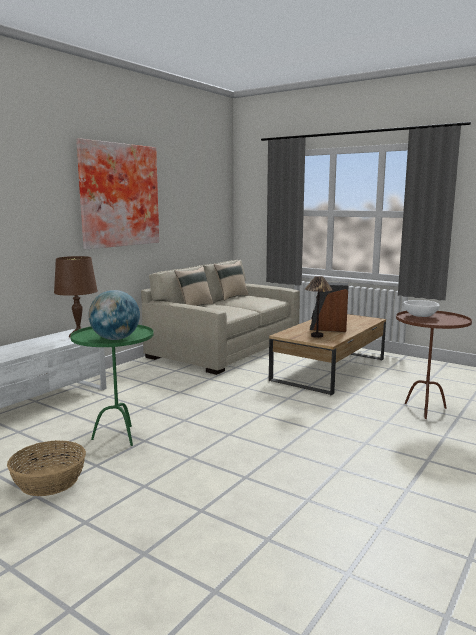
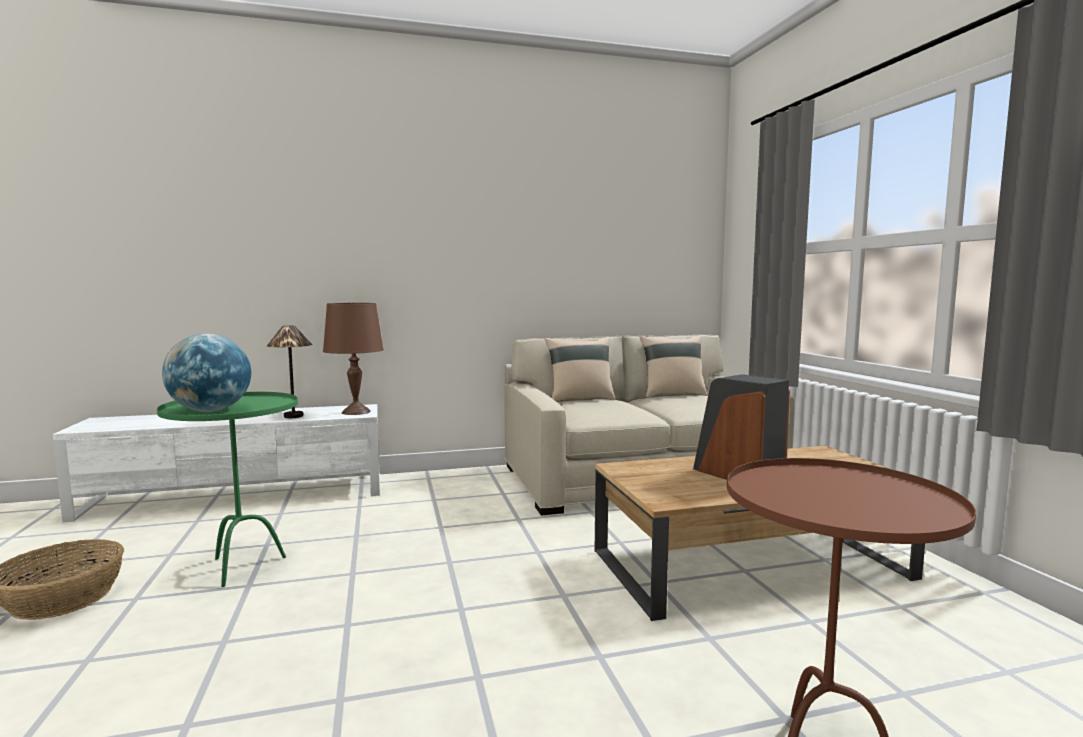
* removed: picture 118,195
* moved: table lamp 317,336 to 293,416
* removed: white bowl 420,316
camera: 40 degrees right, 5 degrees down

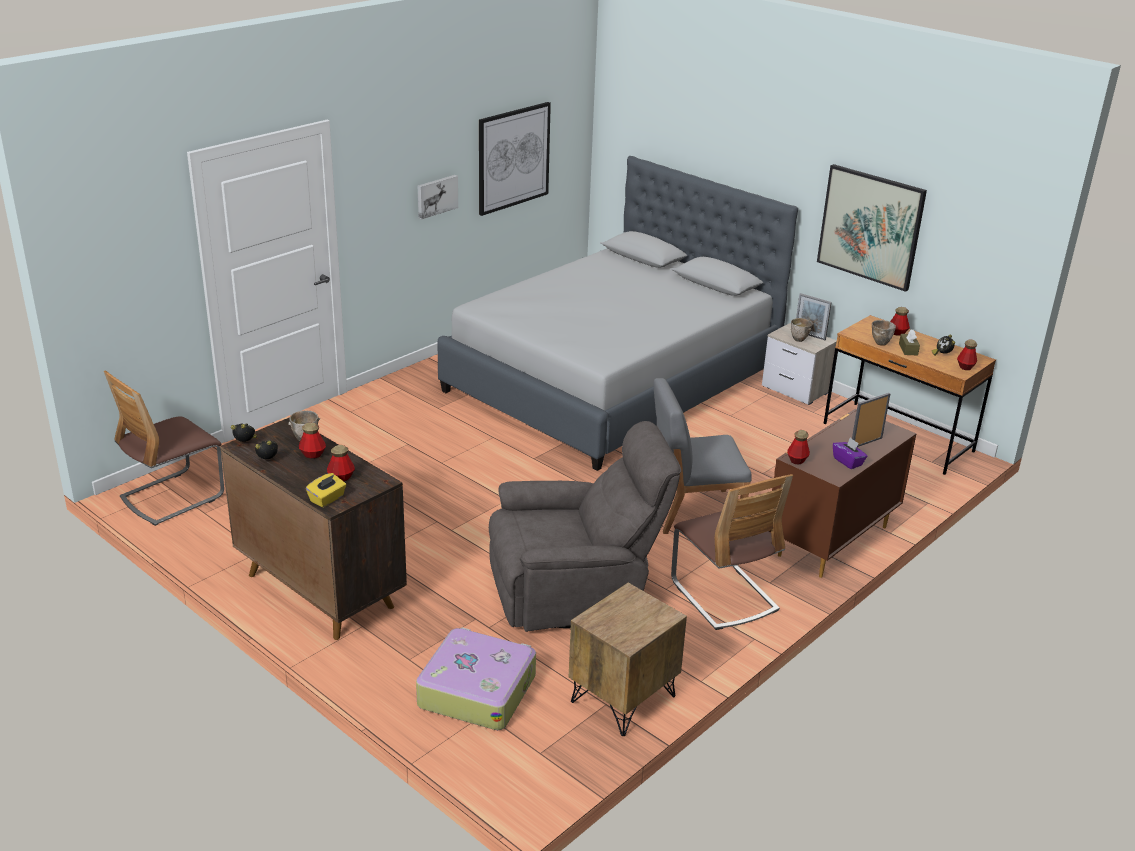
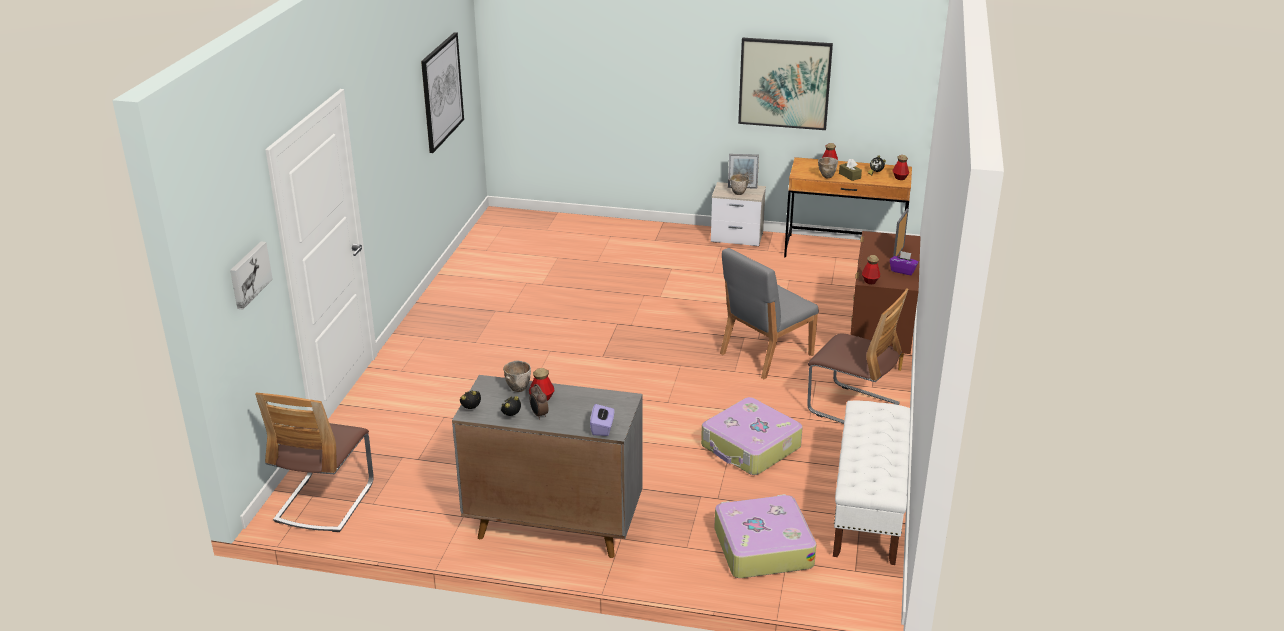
* removed: grey bed 612,381
* moved: picture 436,196 to 249,274
* recoloured: brown cabinet 319,590 to grey cabinet 552,525
* replaced: grey armchair 575,593 to suitcase 750,447
* removed: bottle 341,478
* recoloured: yellow tissue box 327,499 to purple tissue box 602,428
* replaced: brown nightstand 623,699 to white bench 868,509
* added: alarm clock 539,415
camera: 30 degrees left, 0 degrees up

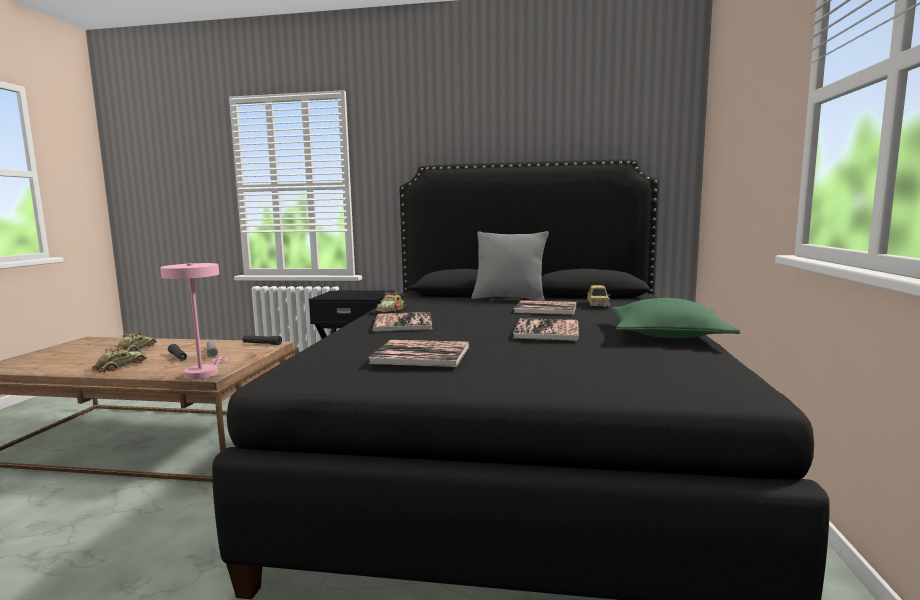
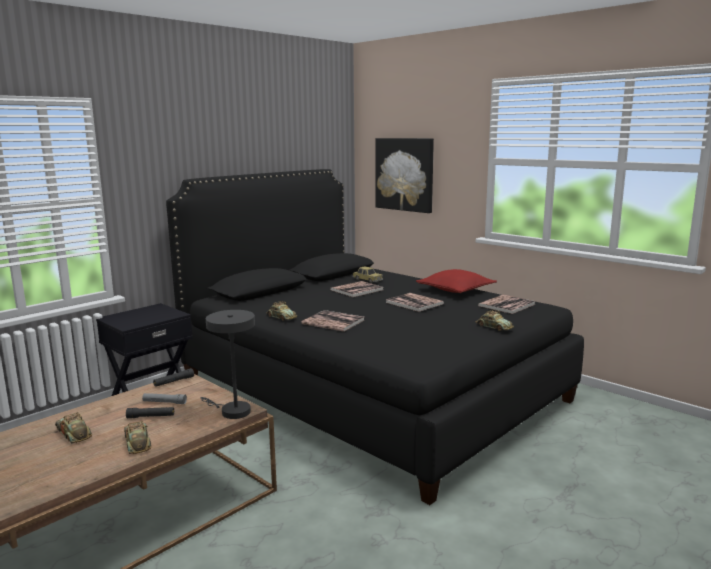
* removed: grey pillow 509,299
* recoloured: pink table lamp 203,373 to grey table lamp 231,411
* recoloured: green pillow 668,335 to red pillow 456,290
* moved: book 421,355 to 506,305
* added: picture 404,174
* added: toy car 493,327
camera: 55 degrees left, 5 degrees up

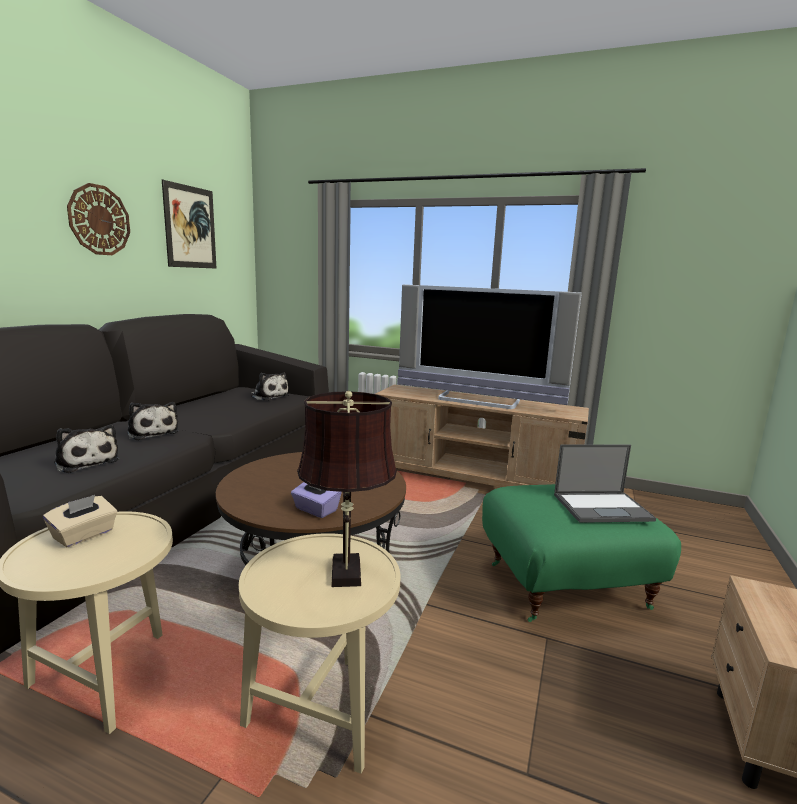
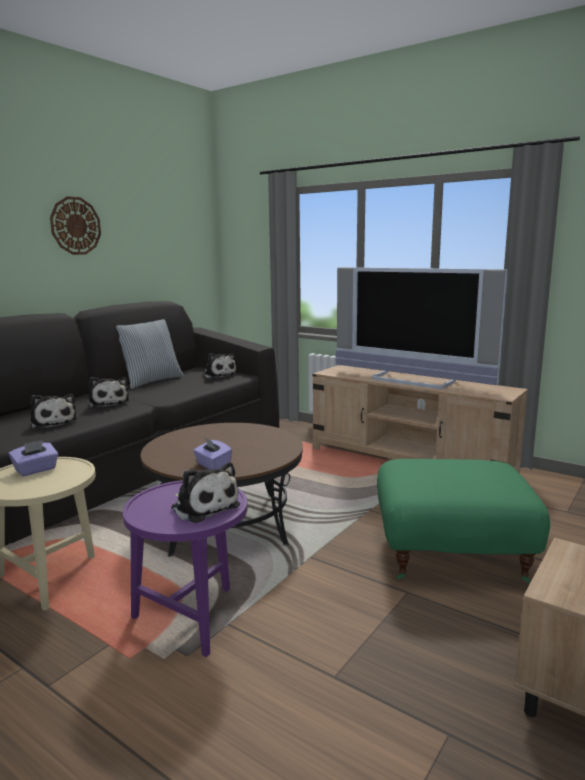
* removed: picture 190,227
* replaced: brown table lamp 346,575 to plush toy 203,506
* removed: laptop 603,507
* recoloured: beige tissue box 84,535 to purple tissue box 36,470
* recoloured: beige side table 321,710 to purple side table 193,616
* added: pillow 151,381
camera: 15 degrees right, 0 degrees up

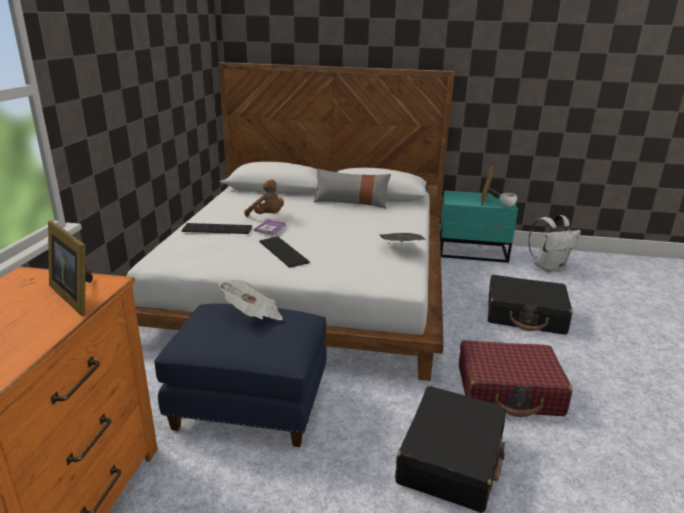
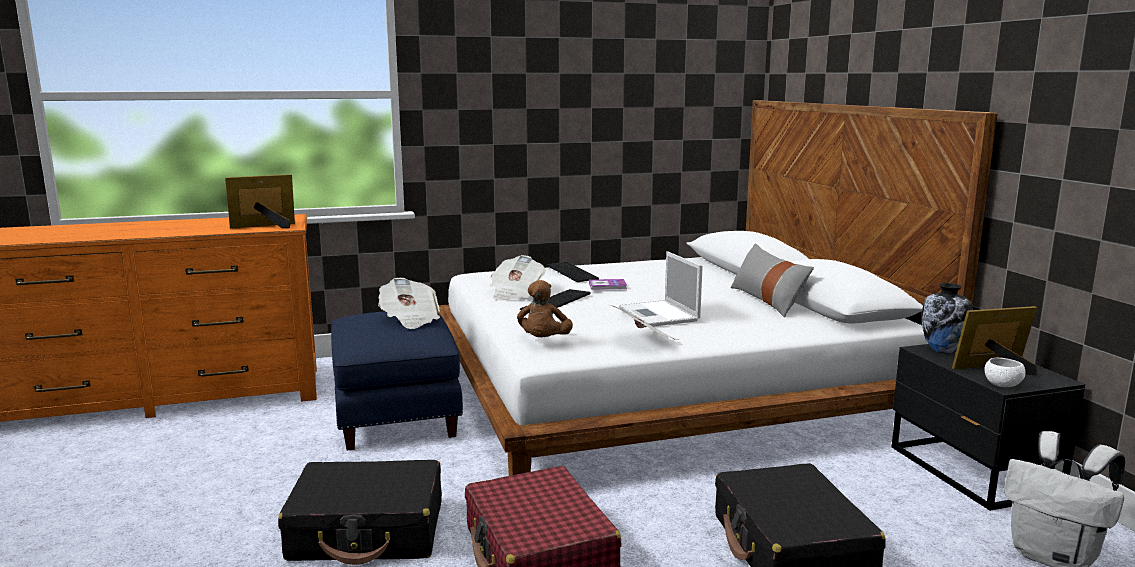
* moved: brown plush toy 267,216 to 544,342
* recoloured: turquoise nightstand 473,252 to black nightstand 972,472
* turned: picture frame 76,295 = 266,227 45 degrees clockwise
* added: laptop 659,315
* added: newspaper 515,293
* added: vase 942,350
camera: 65 degrees right, 10 degrees down

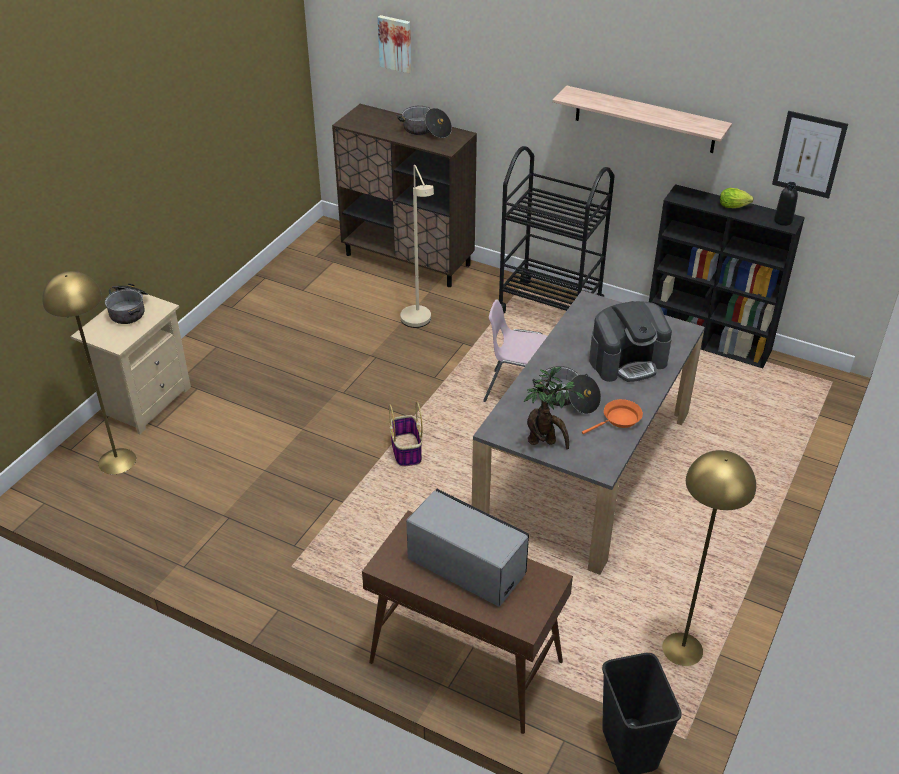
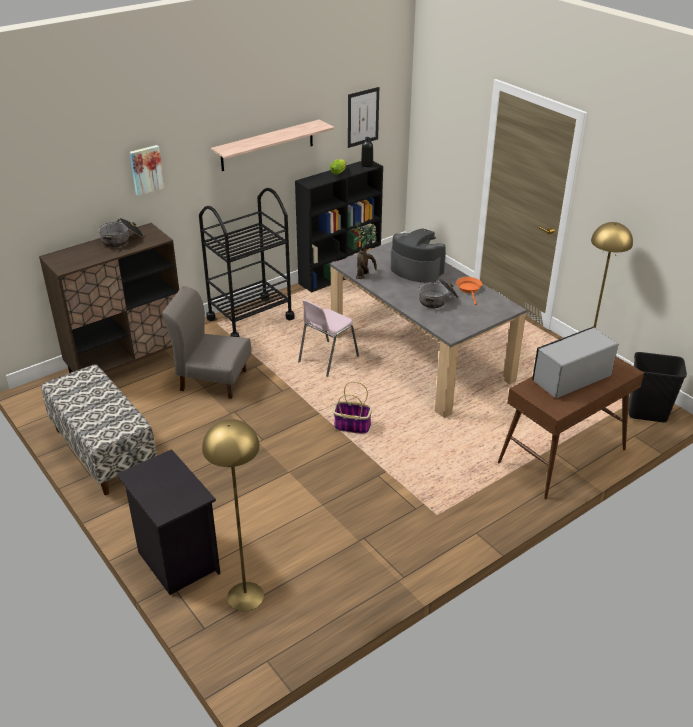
* moved: picture 395,43 to 146,169
* replaced: beige floor lamp 419,323 to grey chair 213,380
* removed: cooking pot 129,310
* recoloured: beige nightstand 145,401 to black nightstand 176,560
* turned: coffee machine 627,361 = 416,270 60 degrees counterclockwise
* moved: potted plant 545,442 to 364,274
* added: bench 103,451
camera: 65 degrees left, 5 degrees down

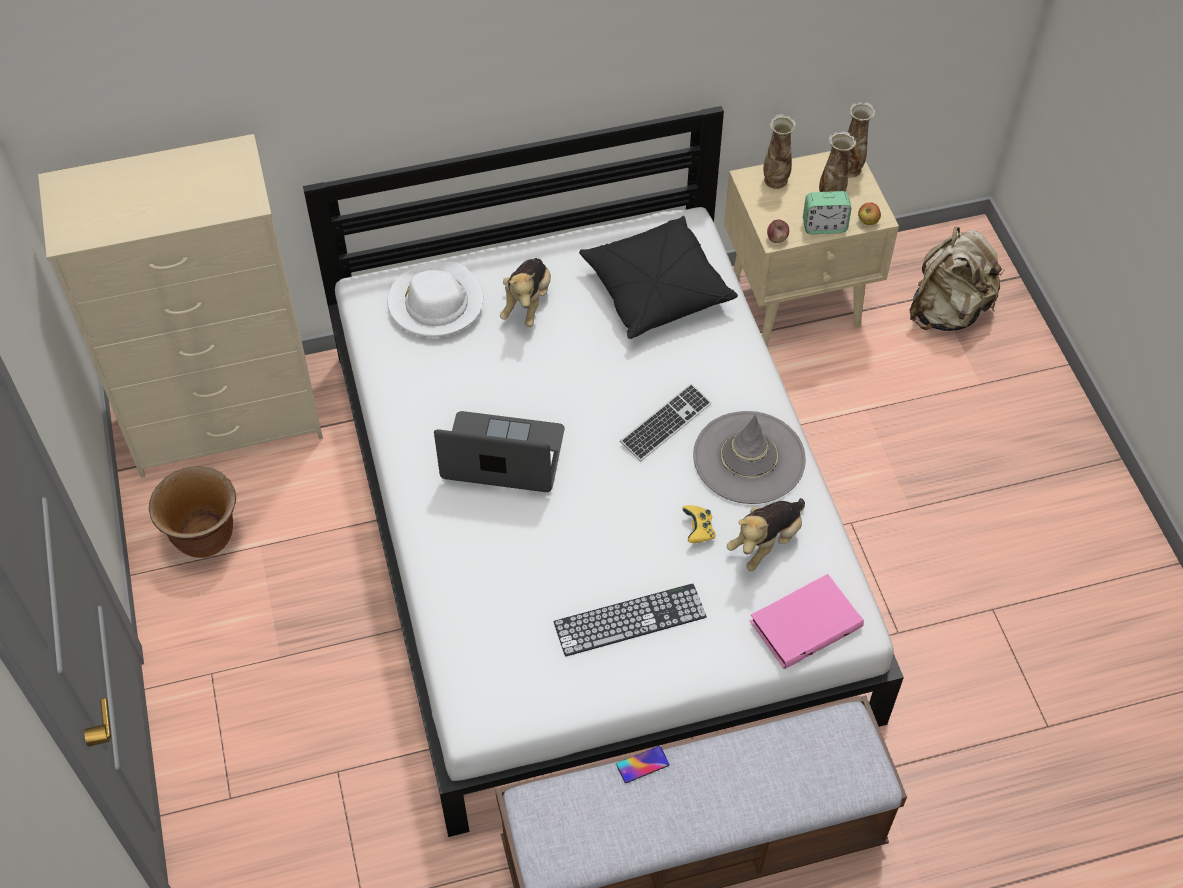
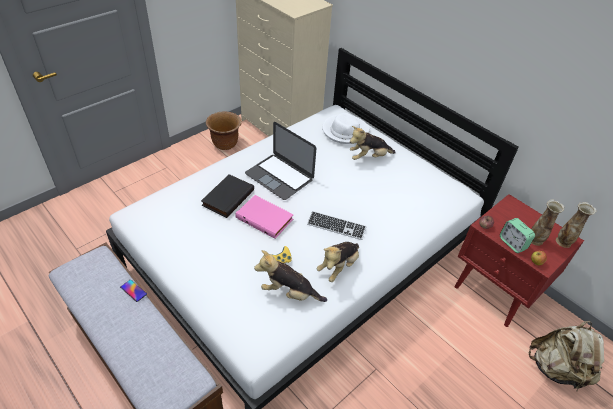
* removed: vase 775,181
* recoloured: beige nightstand 798,301 to red nightstand 496,292
* removed: black pillow 656,290
* turned: laptop 503,454 = 279,176 150 degrees clockwise
* replaced: grey hat 748,458 to plush toy 338,267
* moved: pink book 804,622 to 265,218
* removed: keyboard 630,619
* added: black book 227,197
camera: 60 degrees right, 10 degrees down

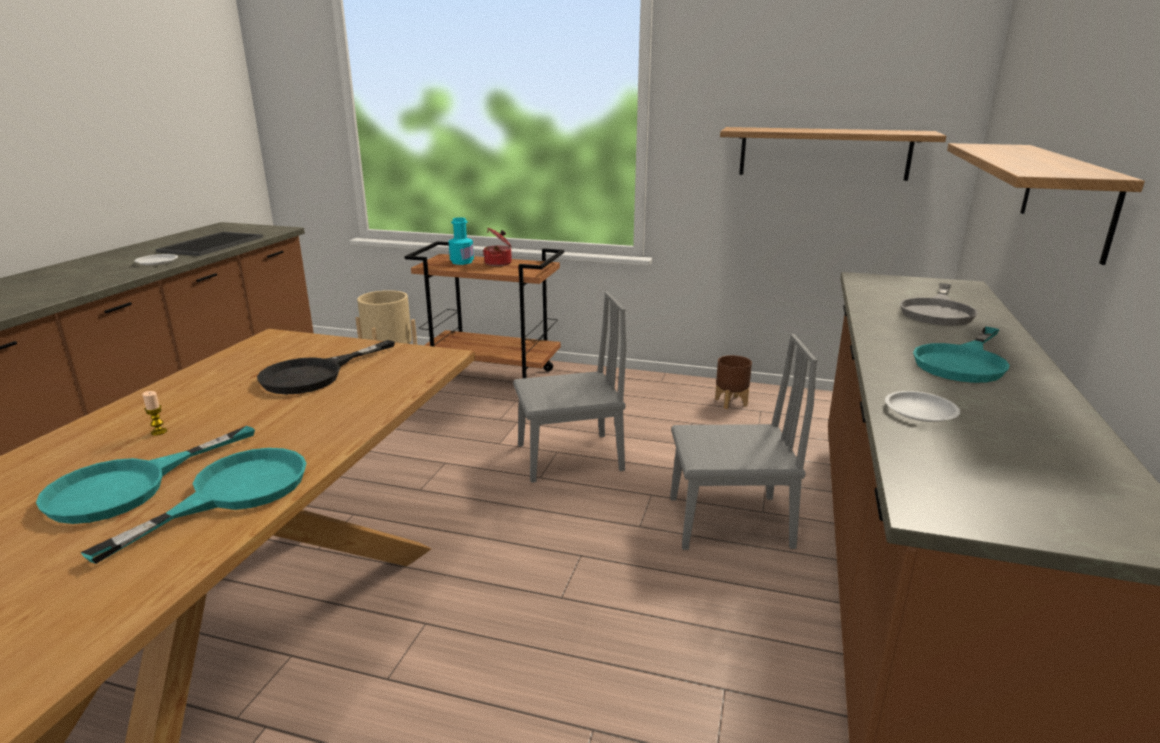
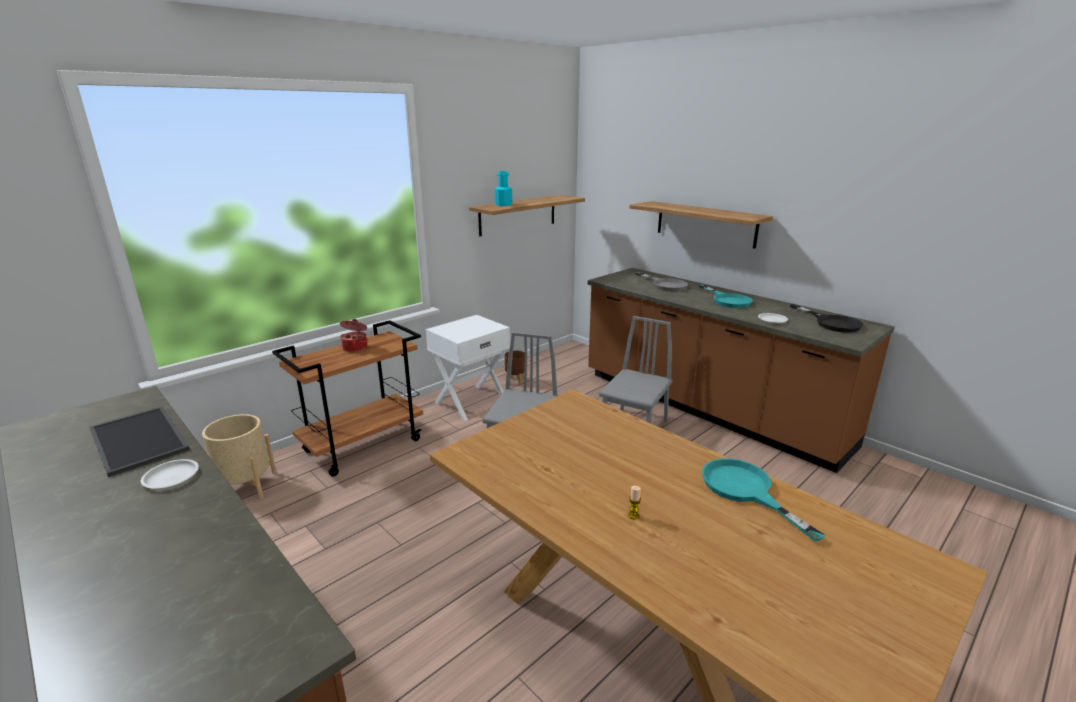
* moved: turquoise bottle 462,262 to 503,205
* moved: black frying pan 314,374 to 831,323
* removed: turquoise frying pan 129,486
* added: white nightstand 470,401
camera: 60 degrees left, 0 degrees up

